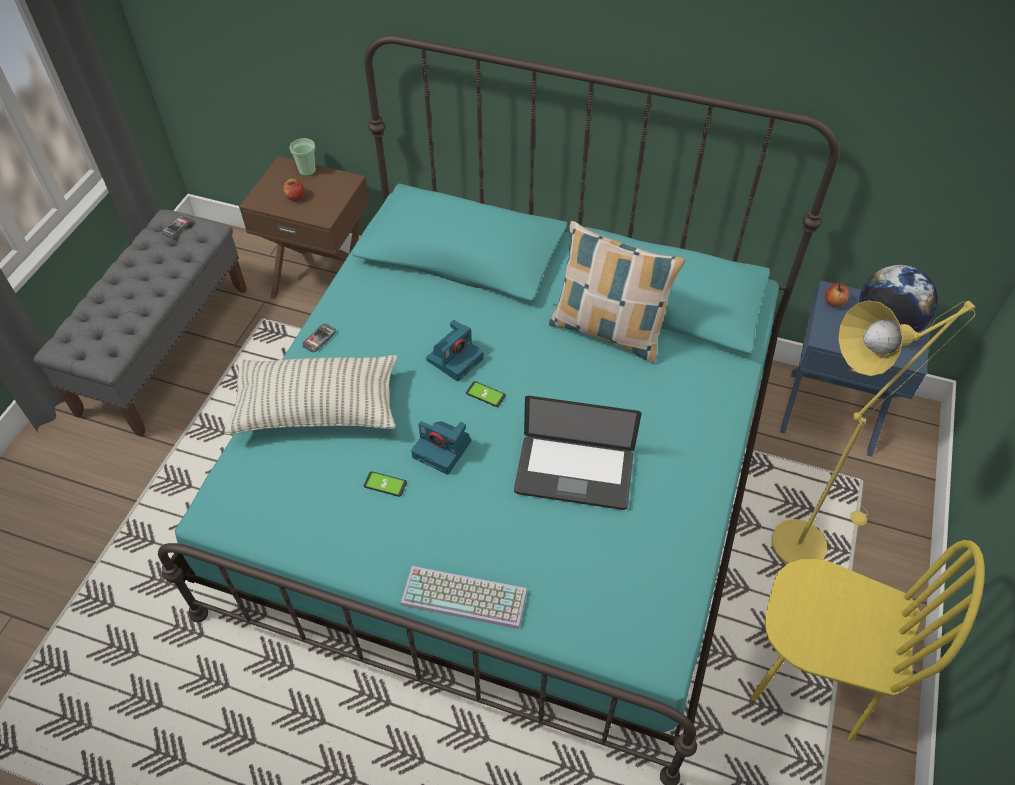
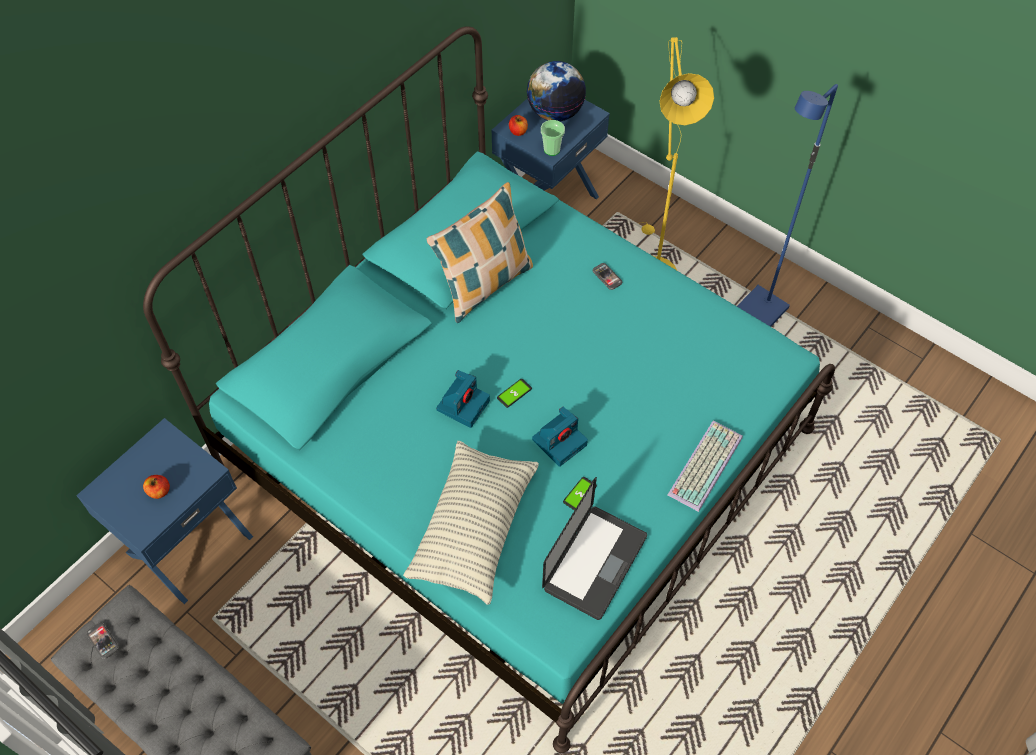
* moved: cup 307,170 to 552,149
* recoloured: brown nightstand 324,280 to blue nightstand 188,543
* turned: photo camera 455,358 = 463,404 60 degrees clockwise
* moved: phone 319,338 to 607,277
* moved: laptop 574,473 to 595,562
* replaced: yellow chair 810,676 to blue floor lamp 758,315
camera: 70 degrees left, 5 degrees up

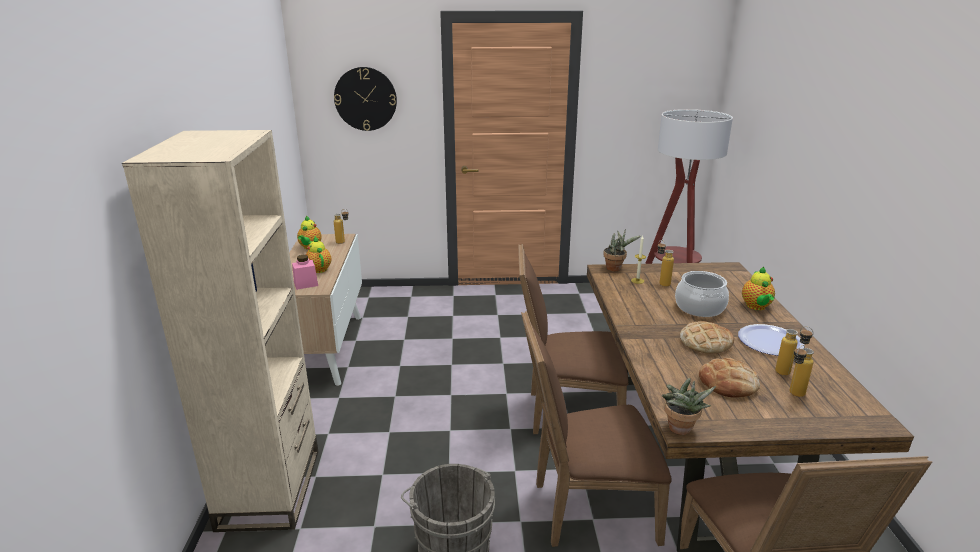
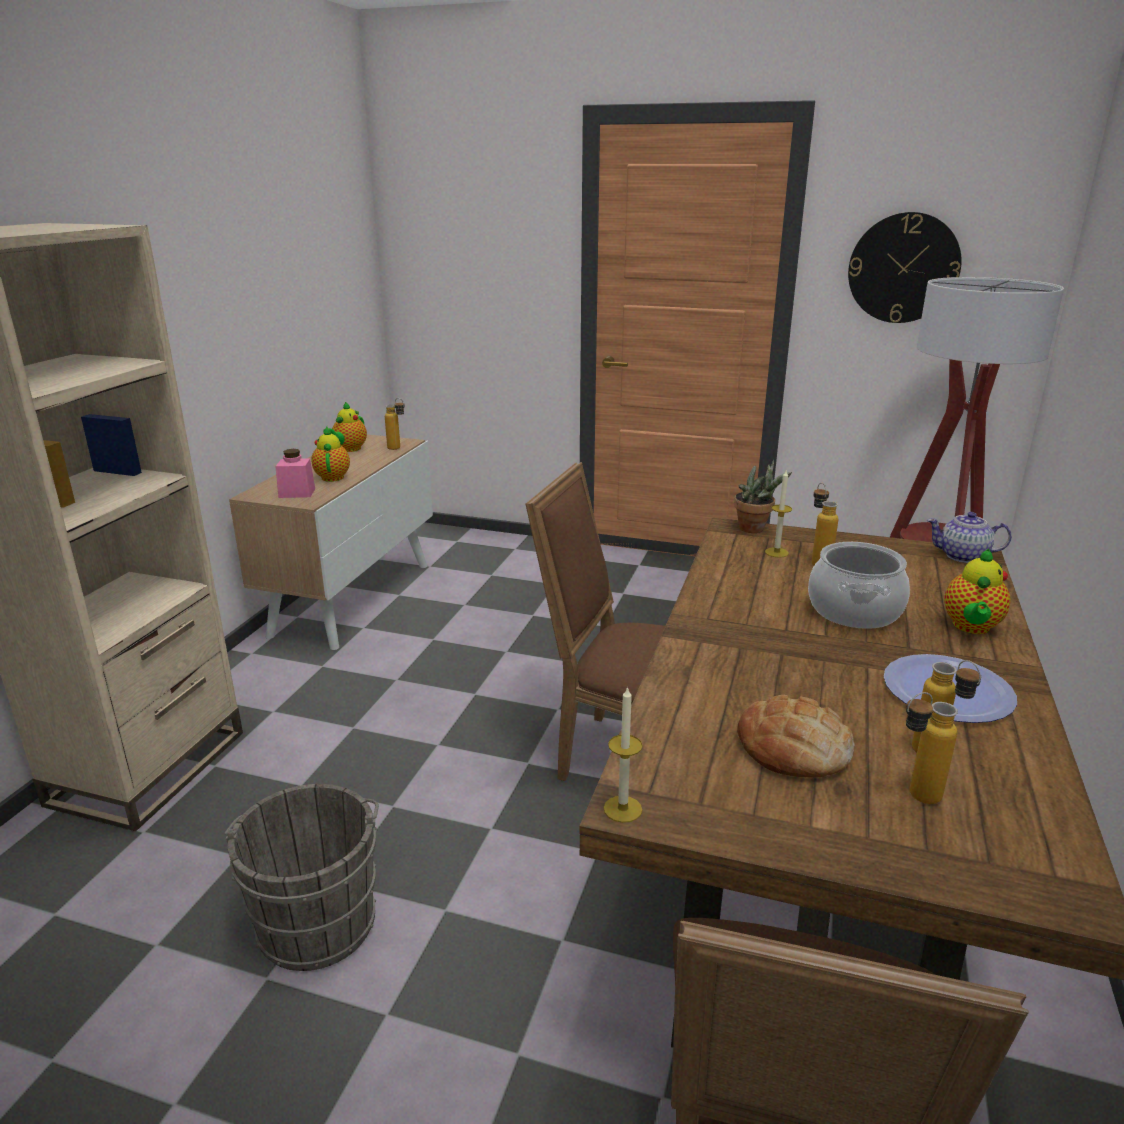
* moved: wall clock 365,99 to 903,268
* removed: brown chair 587,509
* removed: bread 705,342
* replaced: potted plant 680,430 to candle 622,809
* added: teapot 963,556
camera: 20 degrees right, 0 degrees up

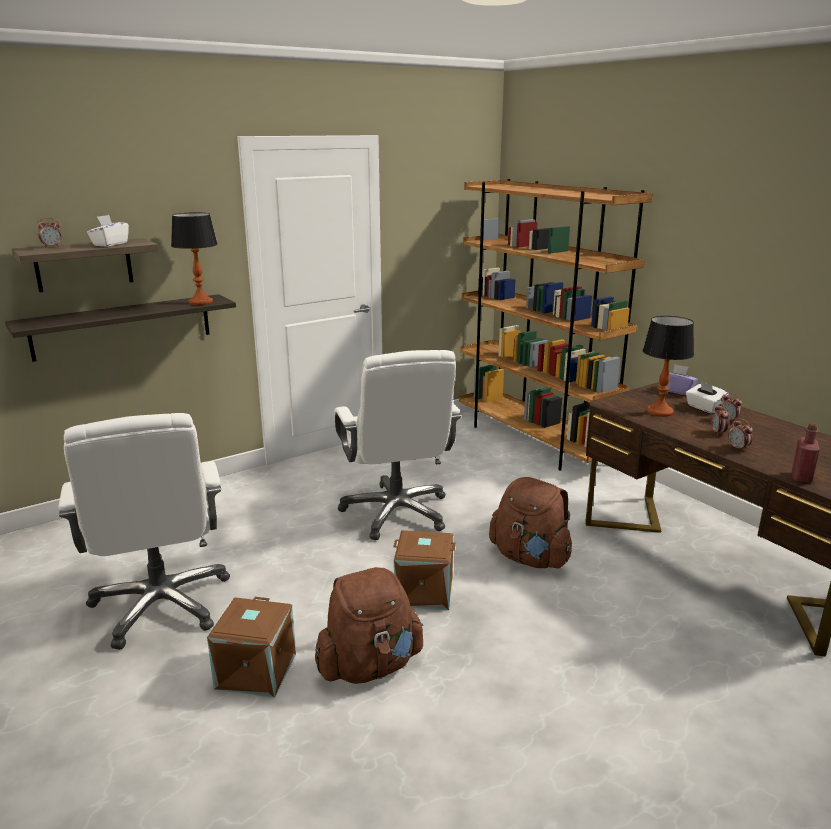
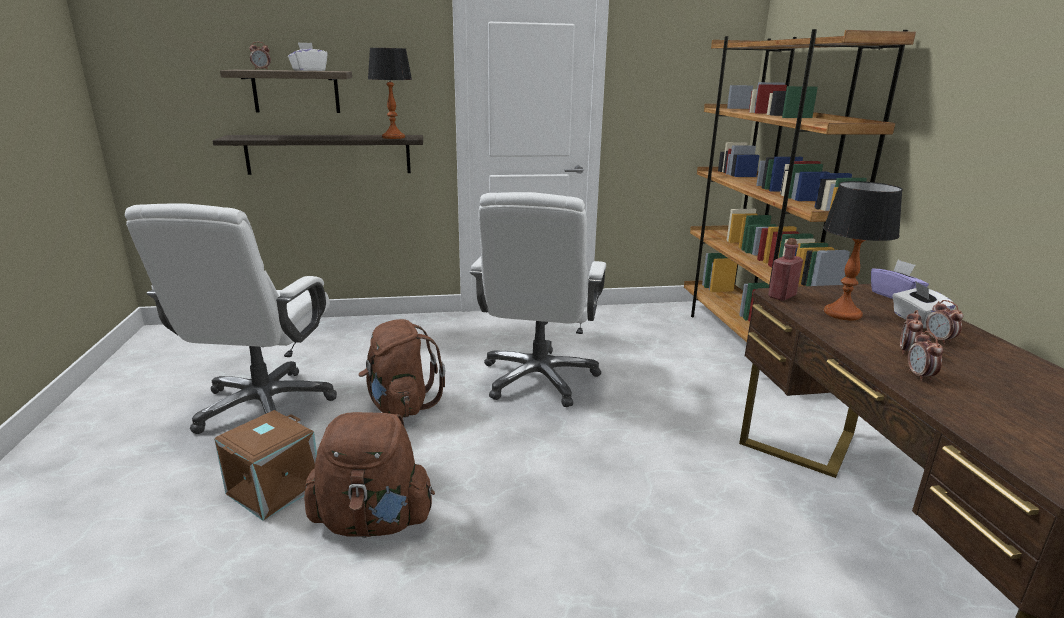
* moved: red bottle 801,477 to 782,296
* moved: brown backpack 530,558 to 400,405
* removed: brown storage box 423,592
camera: 25 degrees right, 0 degrees up

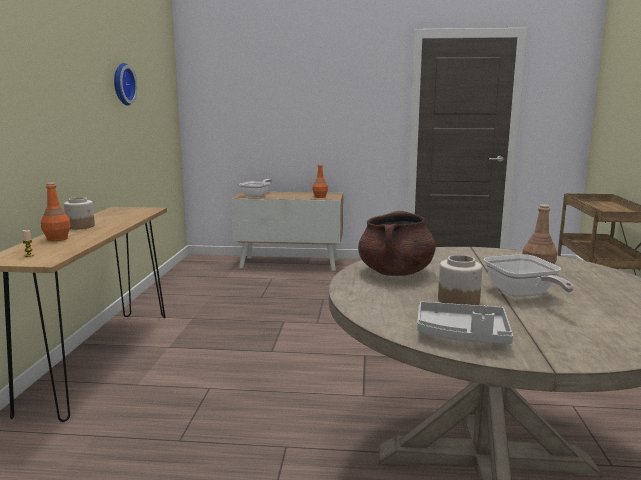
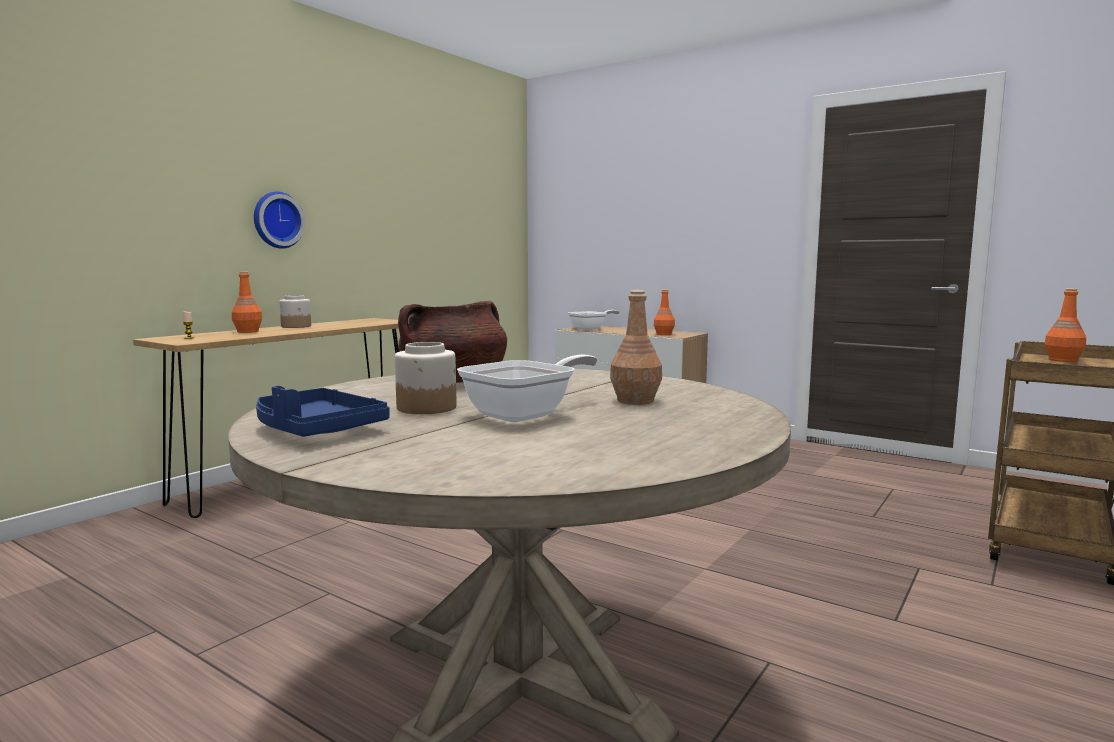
* moved: wall clock 122,84 to 276,220
* turned: frying pan 522,295 = 526,414 150 degrees counterclockwise
* recoloured: grey tray 462,335 to blue tray 315,430
* added: orange bottle 1062,360
camera: 30 degrees right, 5 degrees down

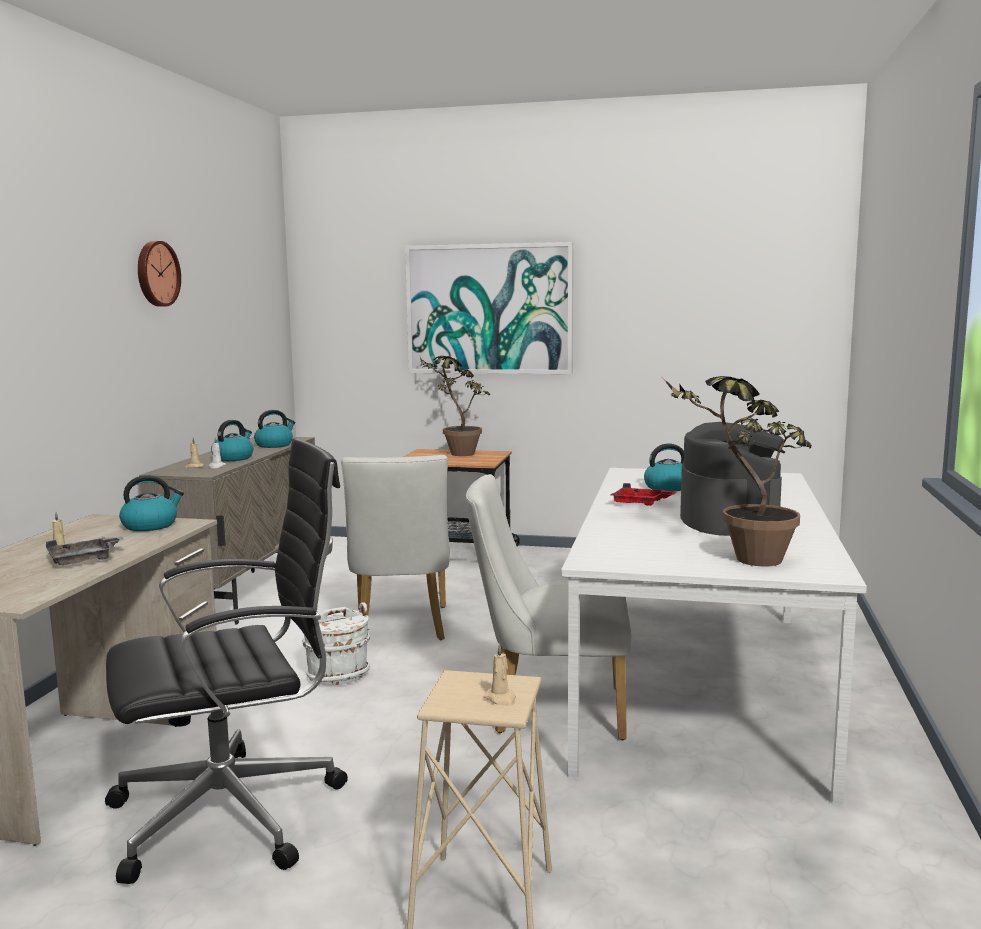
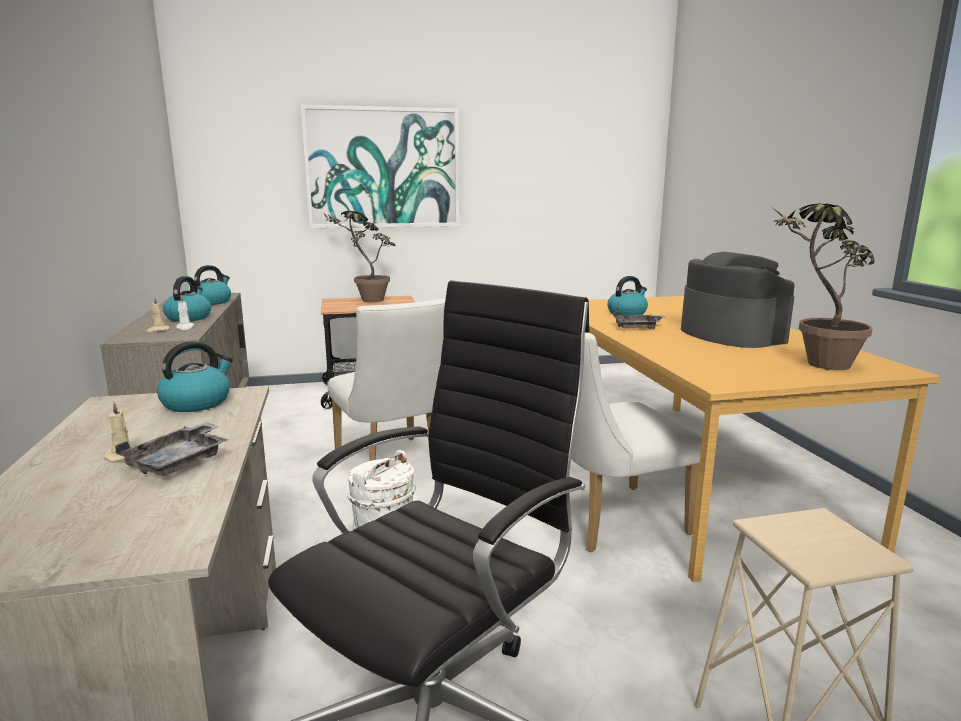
* removed: wall clock 156,273
* recoloured: white dining table 697,683 to orange dining table 680,471
* recoloured: red tray 640,503 to grey tray 638,328
* removed: beige candle 501,699
camera: 25 degrees left, 5 degrees up

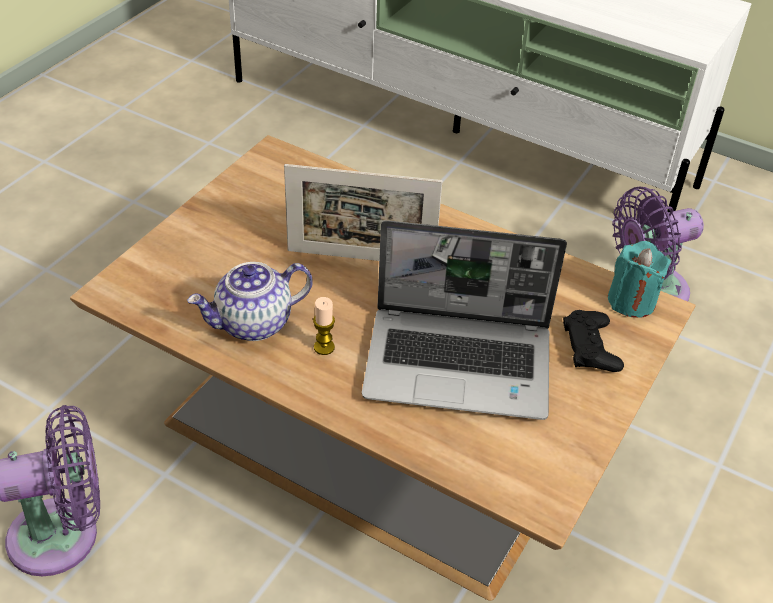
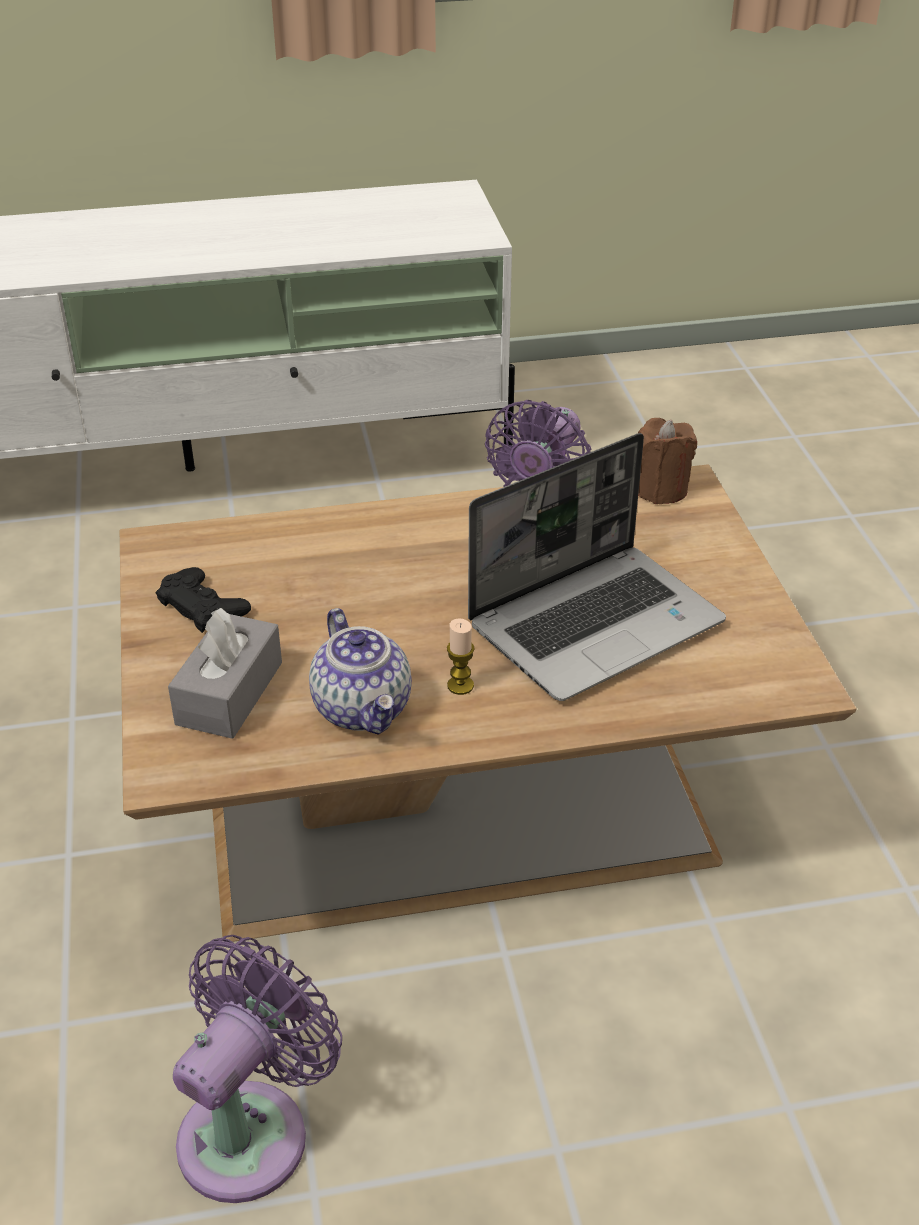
* removed: picture frame 360,258
* recoloured: turquoise candle 631,301 to brown candle 660,489
* turned: teapot 253,324 = 364,708 45 degrees counterclockwise
* moved: black game controller 591,347 to 203,606
* added: grey tissue box 229,693
camera: 40 degrees left, 5 degrees down

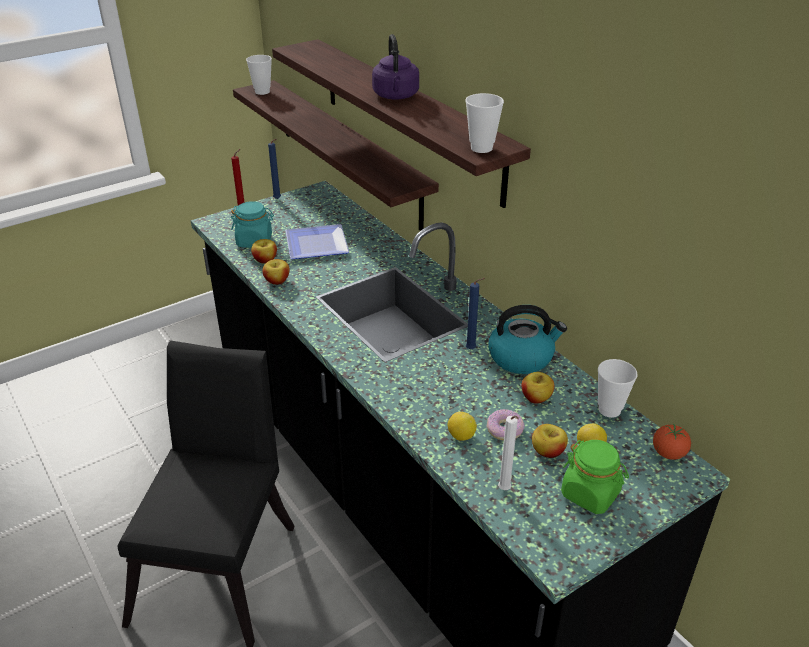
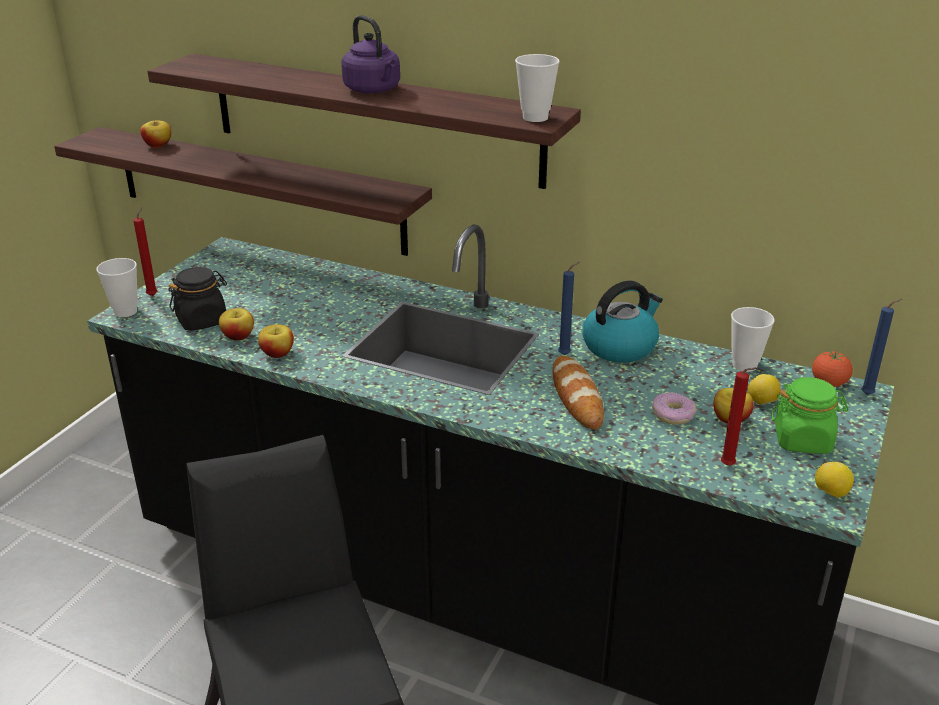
* moved: cup 262,92 to 125,311
* moved: blue candle 278,199 to 869,394
* recoloured: turquoise jar 255,241 to black jar 202,320
* removed: plate 319,245
* moved: apple 536,398 to 158,145
* moved: lemon 461,436 to 830,493
* recoloured: white candle 505,490 to red candle 729,466
* added: bread 576,397
camera: 30 degrees left, 5 degrees down

